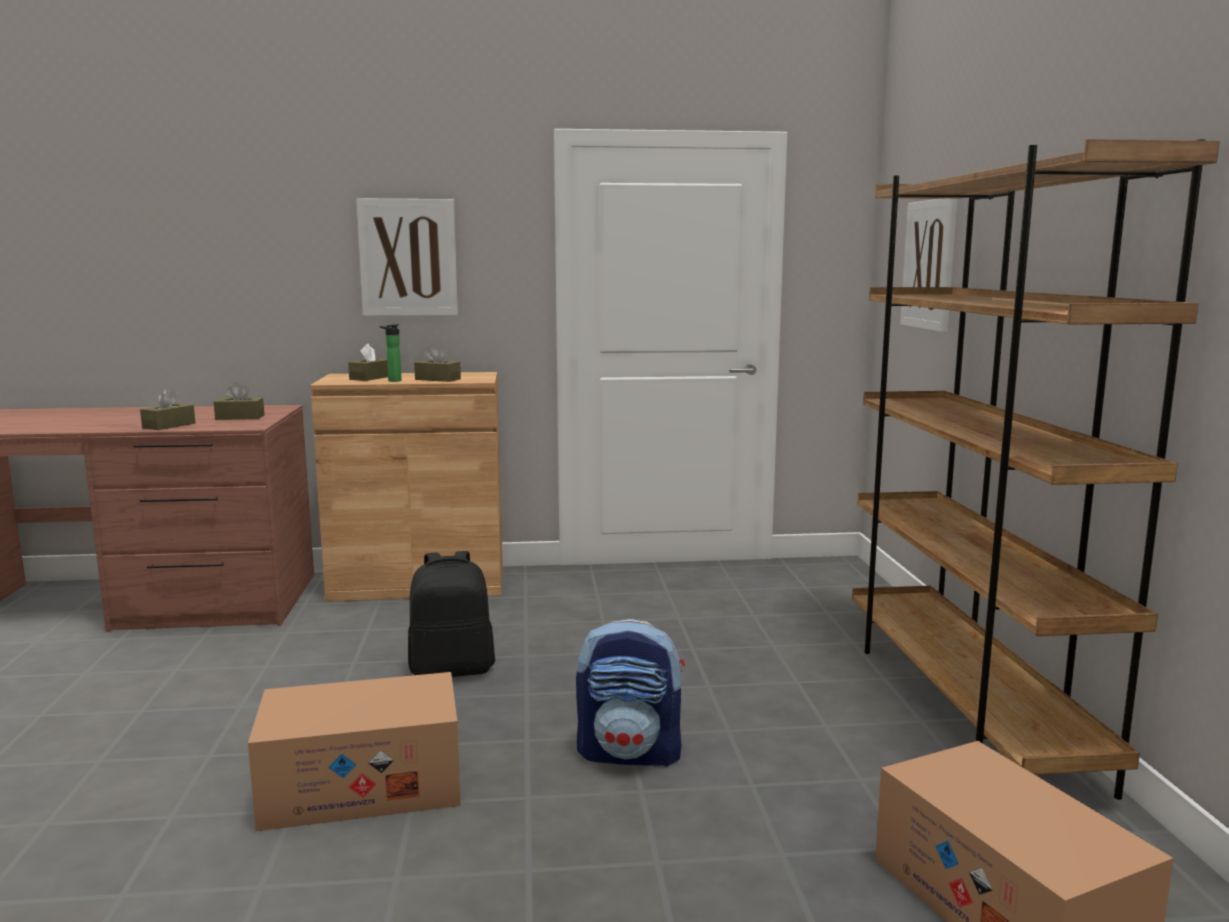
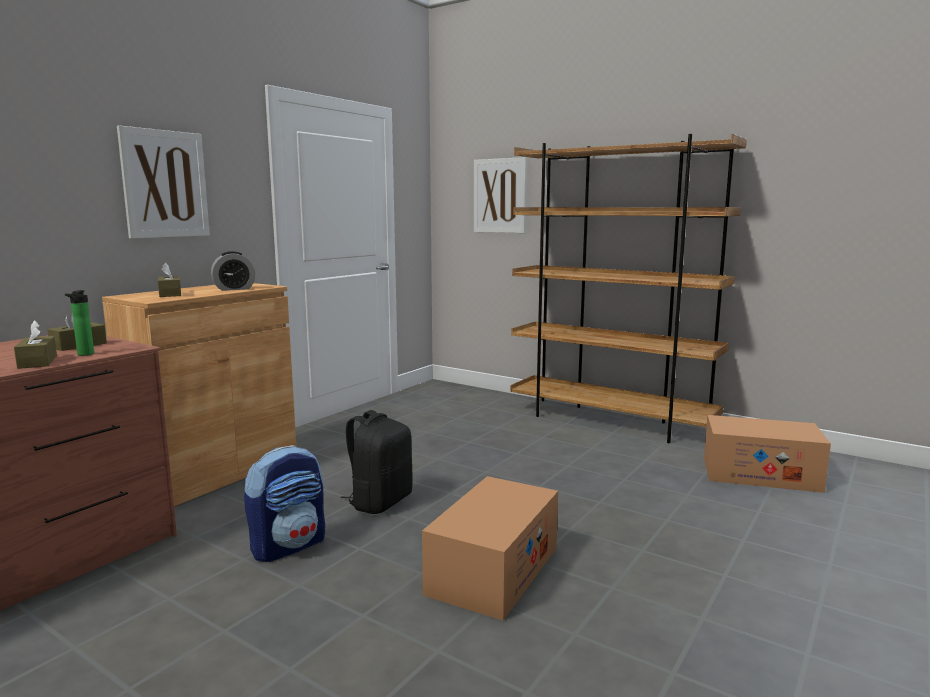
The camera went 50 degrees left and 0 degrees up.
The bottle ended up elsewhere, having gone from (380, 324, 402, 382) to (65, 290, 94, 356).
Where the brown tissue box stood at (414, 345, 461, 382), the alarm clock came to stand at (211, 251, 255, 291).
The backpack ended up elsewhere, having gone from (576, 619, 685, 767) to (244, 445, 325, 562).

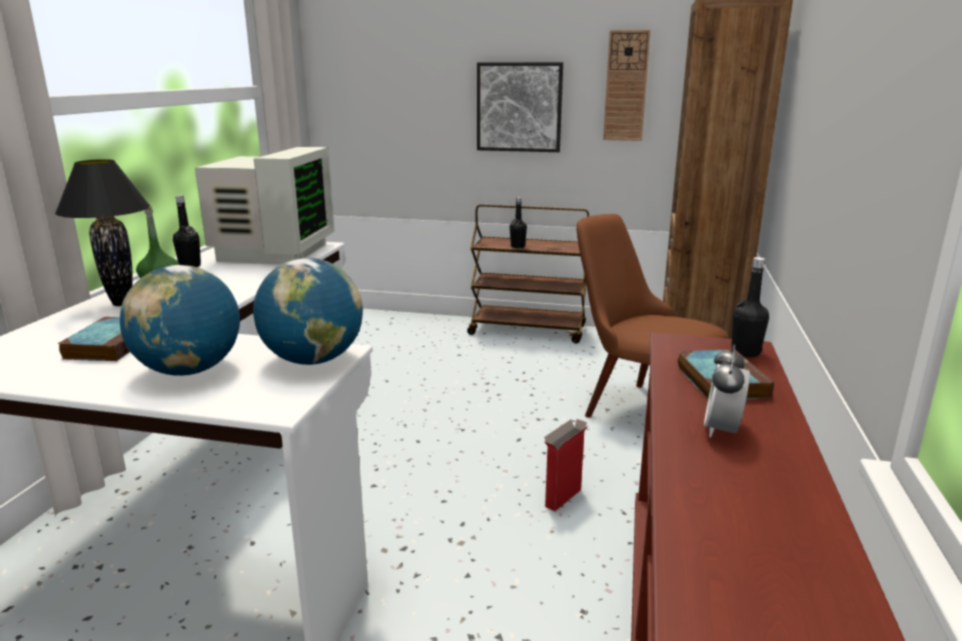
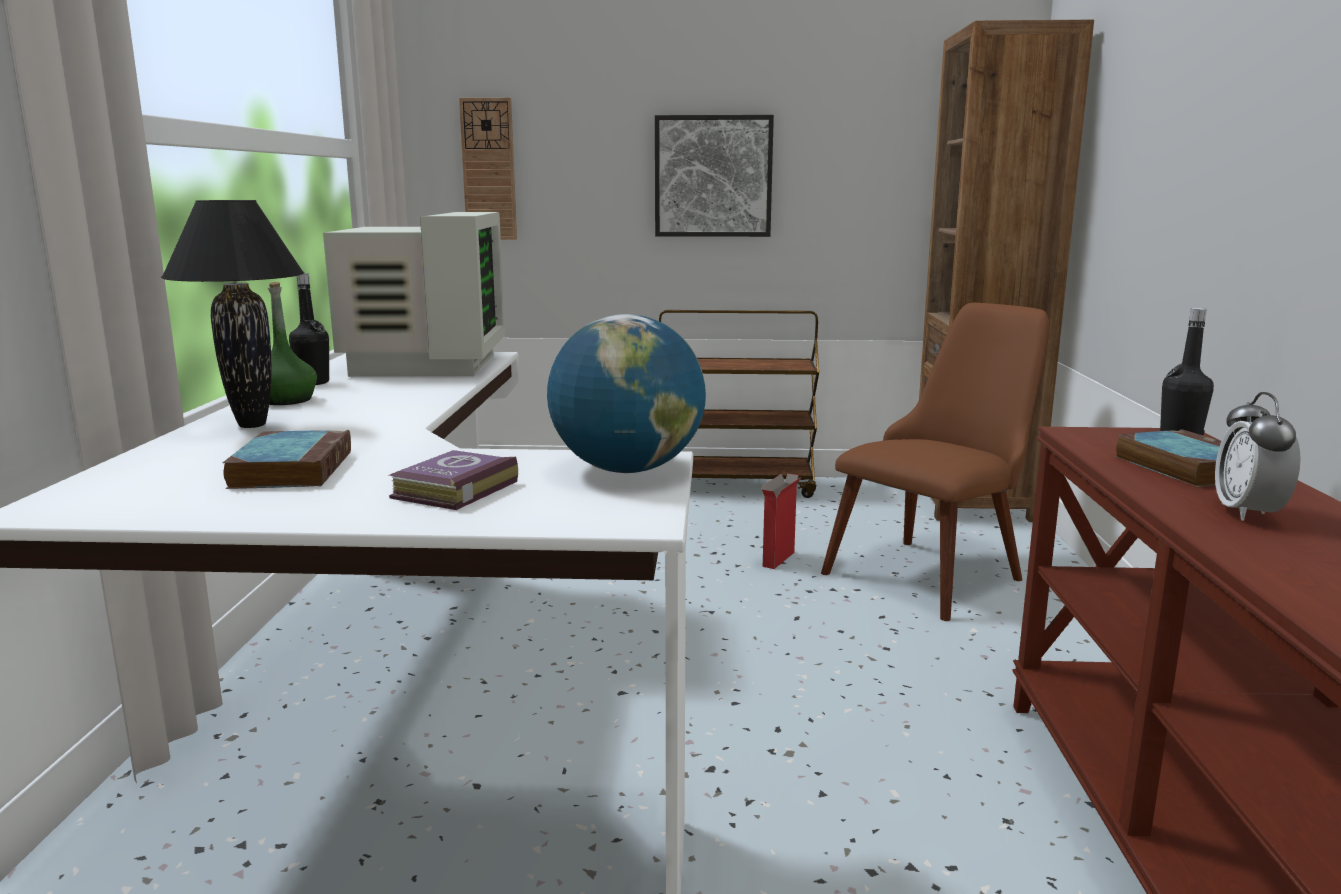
The camera went 10 degrees left and 5 degrees down.
The wall clock ended up elsewhere, having gone from (603, 30, 651, 141) to (459, 98, 517, 240).
The second view lost the black bottle at (510, 197, 527, 248).
The brown chair at (576, 214, 729, 418) ended up facing another way, 105 degrees clockwise from before.
Where the globe stood at (120, 265, 240, 376), the book came to stand at (389, 450, 518, 510).
The cardboard box ended up elsewhere, having gone from (544, 419, 589, 511) to (761, 473, 801, 569).

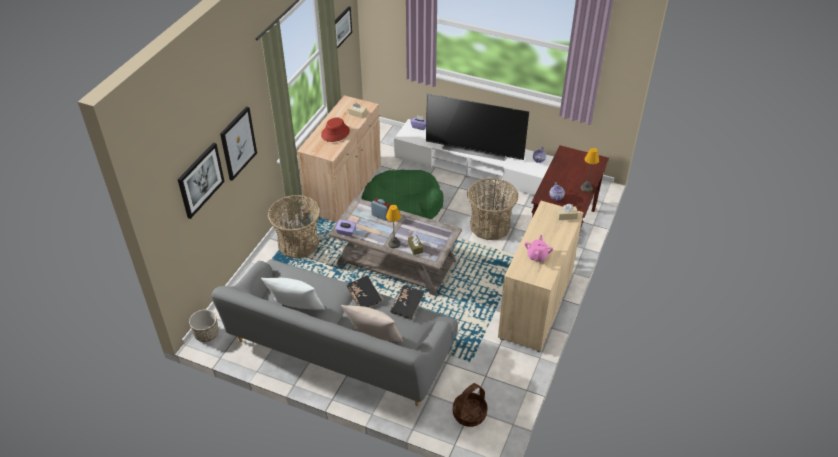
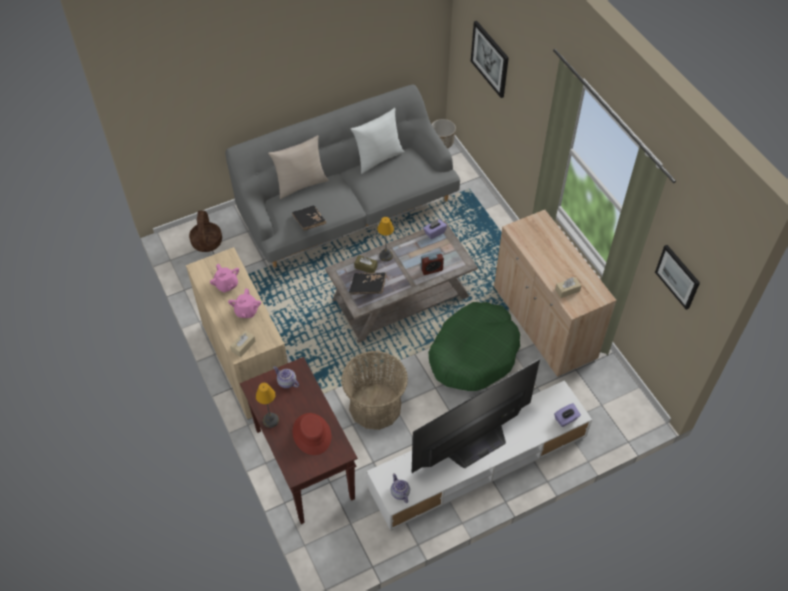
The camera went 130 degrees right and 10 degrees up.
The second view lost the picture at (220, 107, 257, 181).
The red hat ended up elsewhere, having gone from (321, 117, 350, 142) to (292, 413, 331, 455).
The second view lost the basket at (268, 195, 321, 259).
The black book ended up elsewhere, having gone from (346, 275, 382, 307) to (349, 272, 386, 295).
The second view gained the pink teapot at (228, 289, 261, 318).

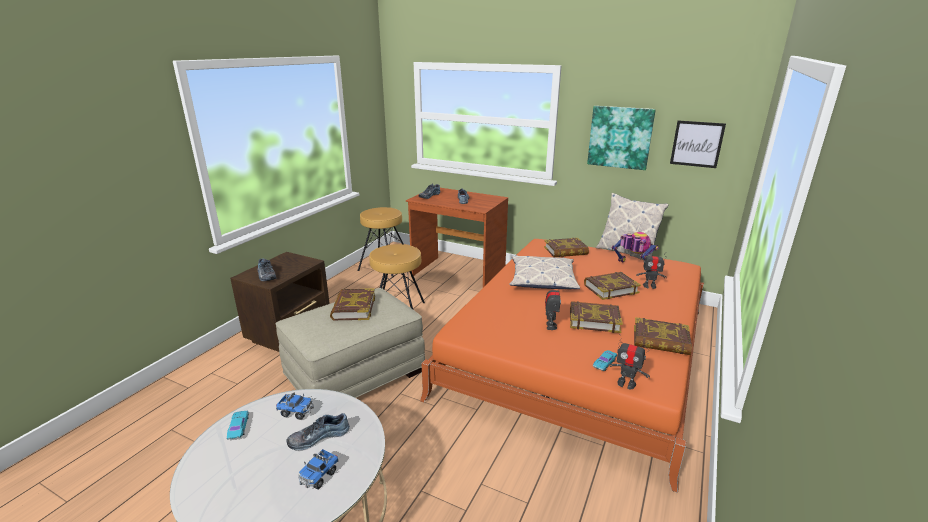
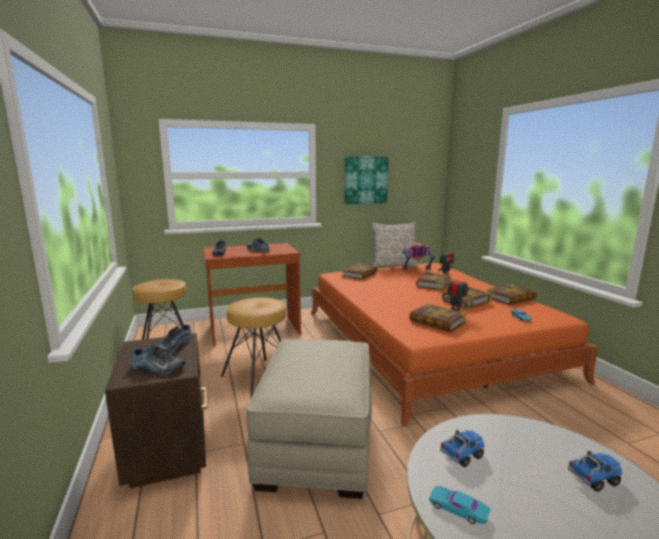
The camera went 45 degrees left and 10 degrees down.
The second view lost the picture at (670, 120, 726, 168).
The second view lost the pillow at (509, 255, 580, 289).
The book ended up elsewhere, having gone from (330, 288, 375, 320) to (409, 304, 467, 332).
The second view lost the toy robot at (608, 334, 650, 389).
The shoe ended up elsewhere, having gone from (286, 413, 350, 450) to (157, 324, 192, 355).
The toy truck at (298, 449, 339, 489) ended up facing another way, 90 degrees counterclockwise from before.

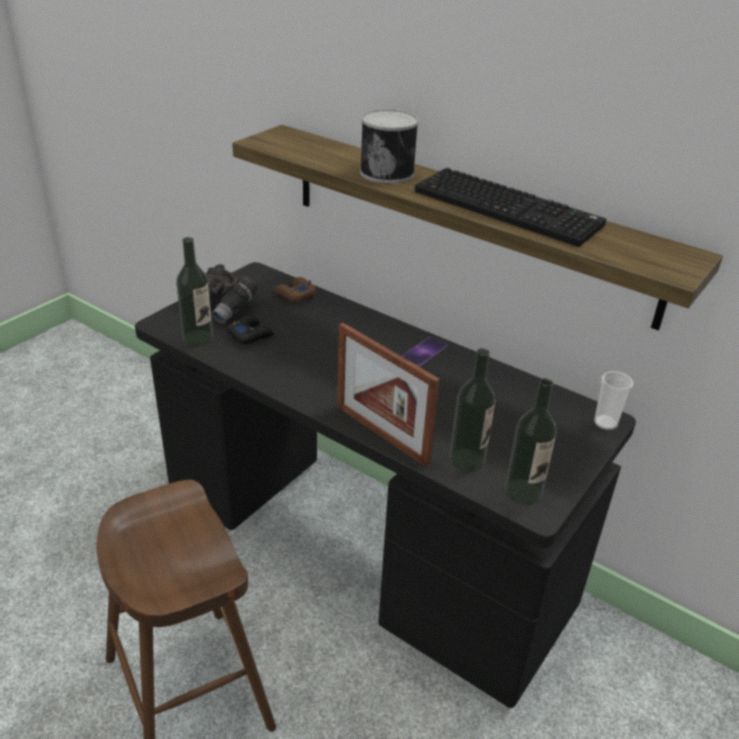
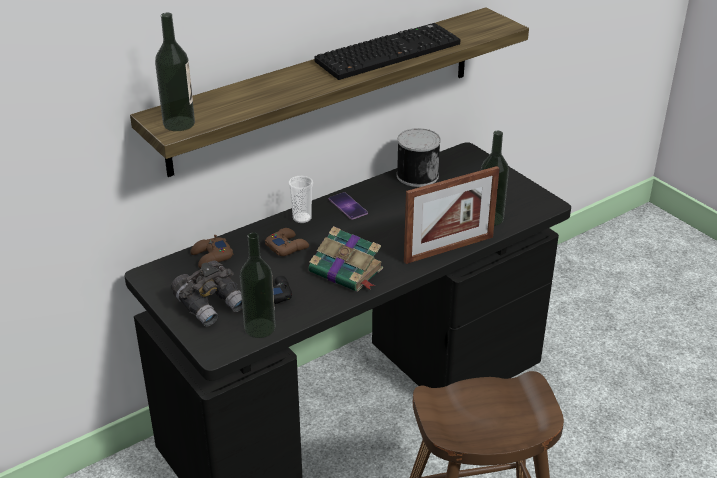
The camera went 70 degrees left and 0 degrees up.
The can ended up elsewhere, having gone from (360, 109, 419, 184) to (397, 128, 441, 187).
The cup ended up elsewhere, having gone from (594, 371, 634, 430) to (288, 176, 313, 223).
The bottle ended up elsewhere, having gone from (505, 378, 557, 505) to (155, 13, 195, 131).
The second view gained the book at (309, 226, 383, 292).
The second view gained the brown game controller at (265, 228, 309, 256).

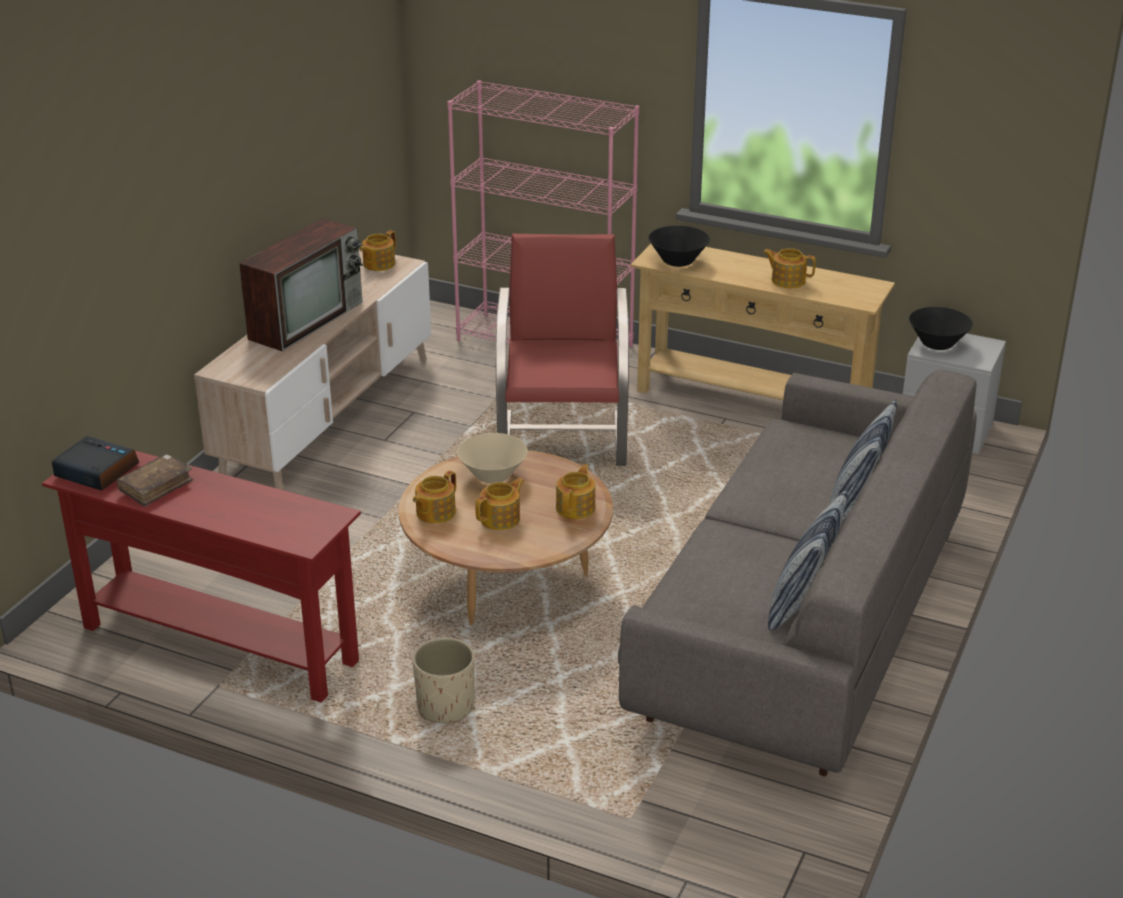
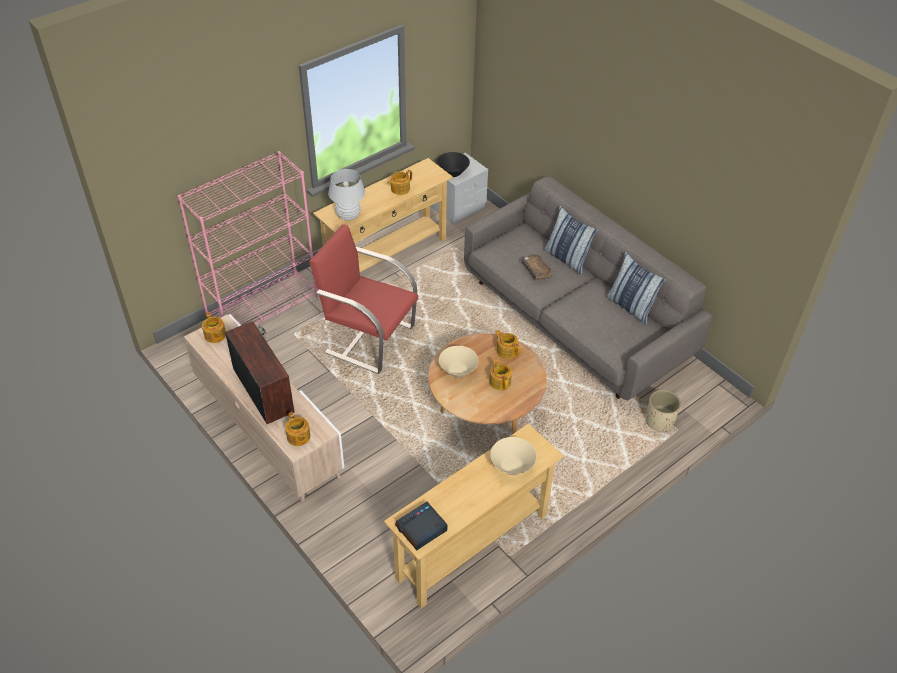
The camera went 65 degrees left and 15 degrees up.
Where the black bowl stood at (649, 226, 710, 267), the white table lamp came to stand at (328, 169, 365, 221).
What was the red console table at (42, 451, 361, 703) turned into the beige console table at (384, 424, 564, 608).
The brown book ended up elsewhere, having gone from (117, 454, 193, 507) to (522, 254, 553, 280).
The teapot ended up elsewhere, having gone from (413, 471, 456, 524) to (285, 412, 311, 446).
The beige planter ended up elsewhere, having gone from (412, 638, 475, 724) to (646, 390, 681, 432).
The second view gained the beige bowl at (490, 437, 536, 475).

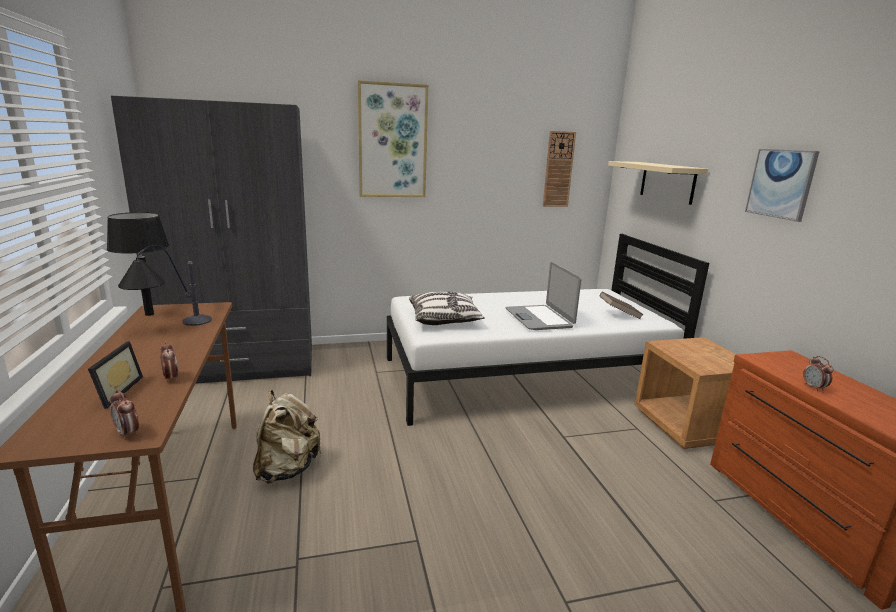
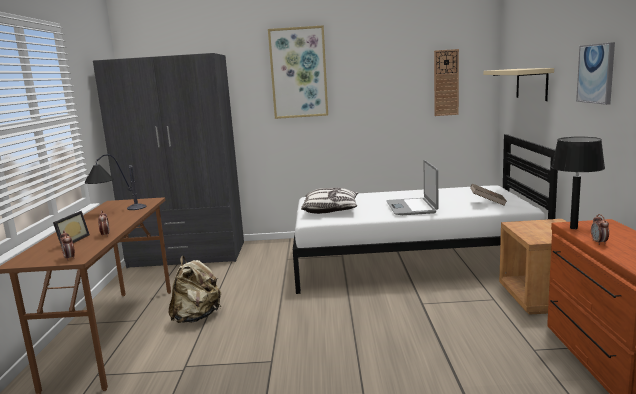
The camera went 15 degrees right and 5 degrees down.
The black table lamp ended up elsewhere, having gone from (107, 212, 169, 316) to (551, 137, 605, 229).

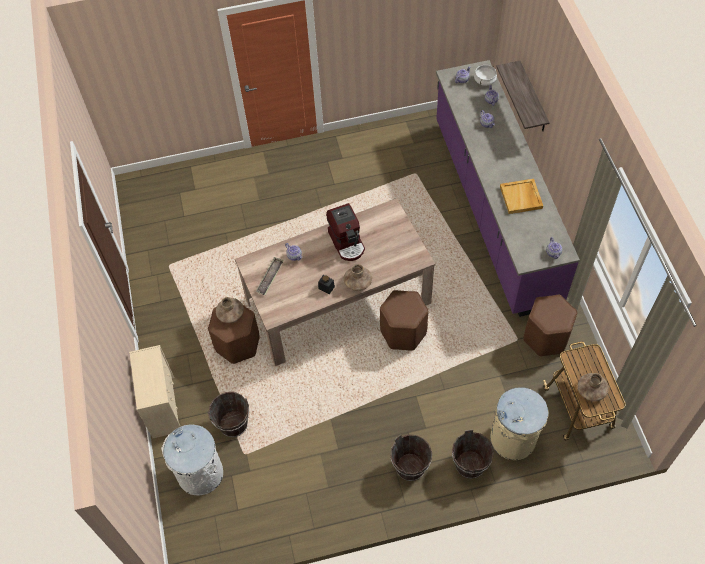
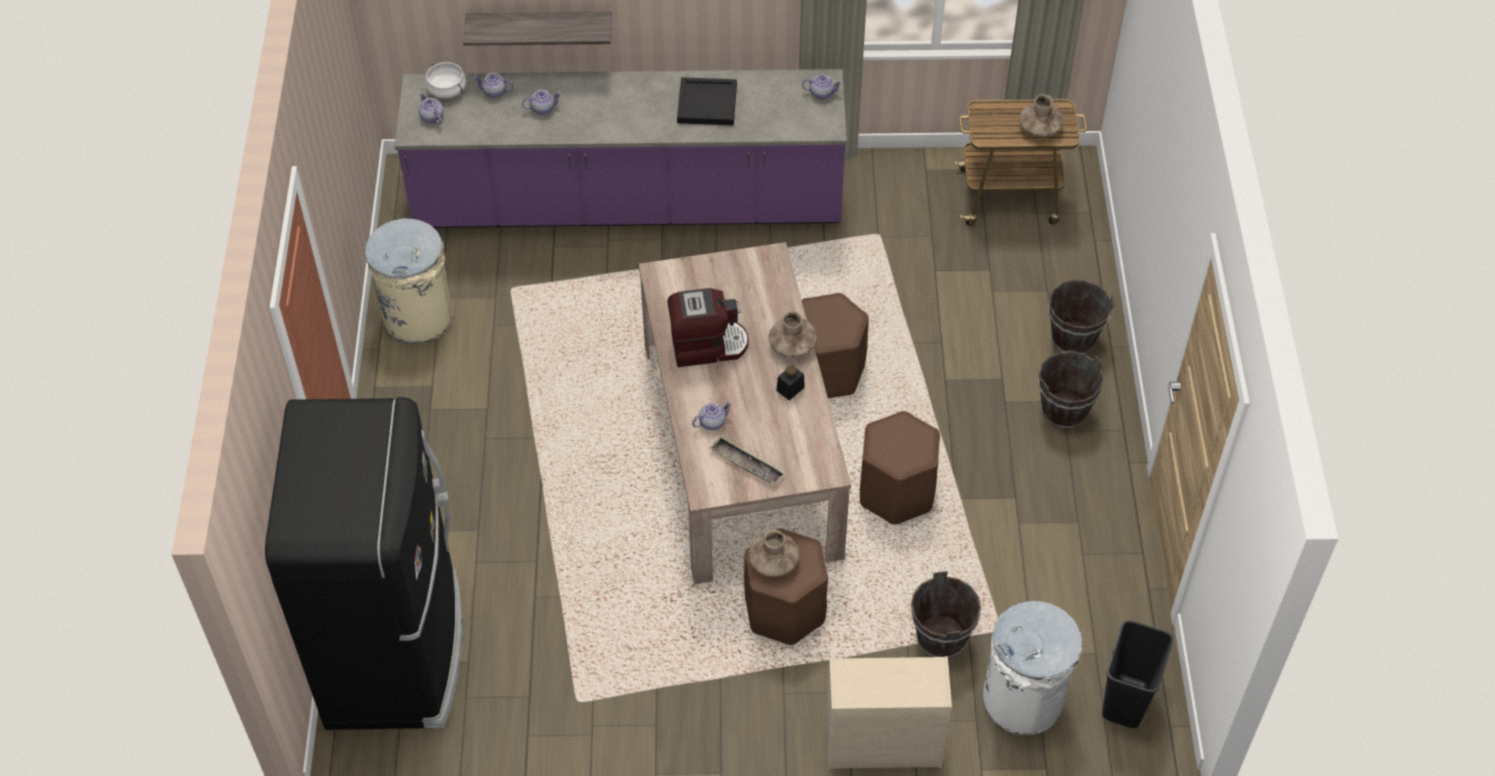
The camera went 80 degrees left and 5 degrees down.
What was the beige tray at (500, 179, 543, 214) turned into the black tray at (677, 77, 737, 125).
The brown stool ended up elsewhere, having gone from (523, 295, 577, 356) to (860, 411, 940, 525).
The beige trash can ended up elsewhere, having gone from (490, 387, 549, 460) to (365, 218, 453, 344).
The second view gained the black fridge at (265, 397, 463, 730).
The second view gained the black trash can at (1102, 620, 1173, 728).

